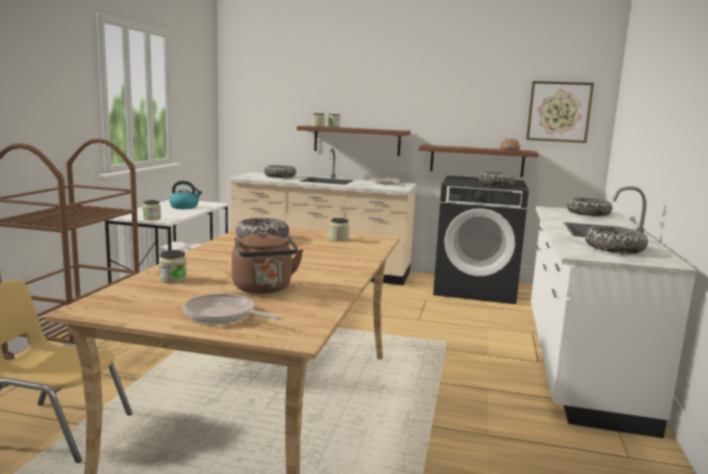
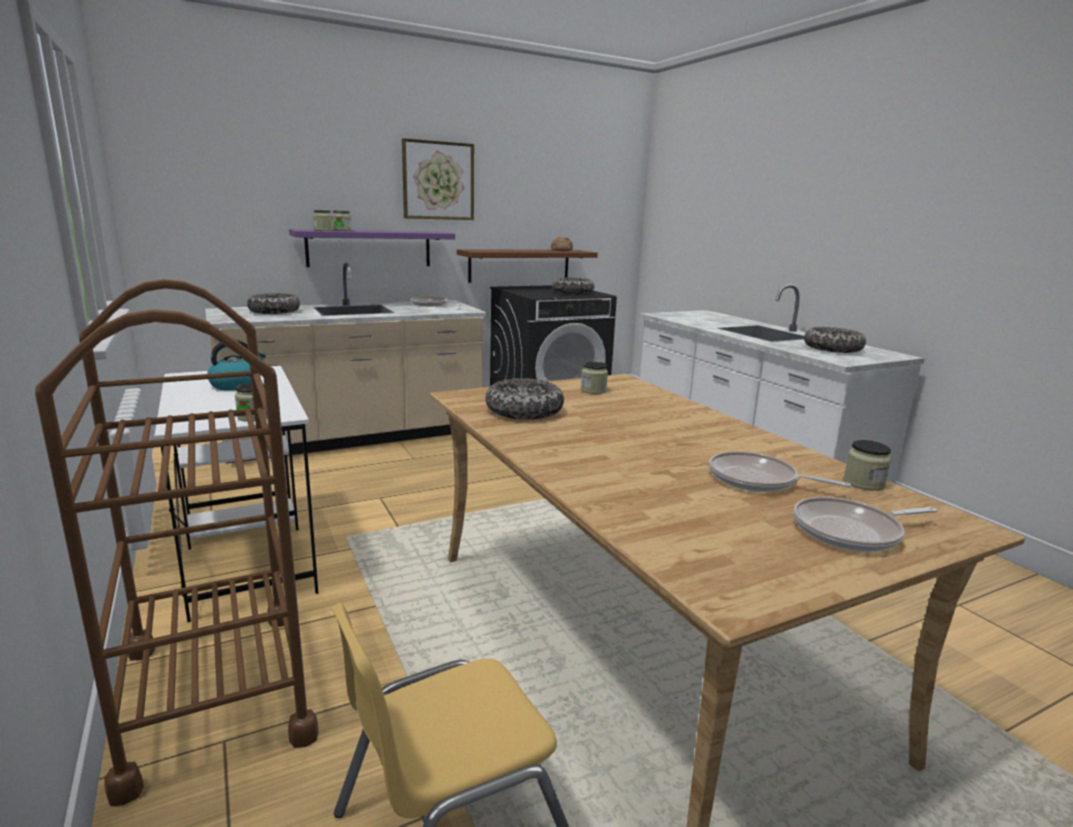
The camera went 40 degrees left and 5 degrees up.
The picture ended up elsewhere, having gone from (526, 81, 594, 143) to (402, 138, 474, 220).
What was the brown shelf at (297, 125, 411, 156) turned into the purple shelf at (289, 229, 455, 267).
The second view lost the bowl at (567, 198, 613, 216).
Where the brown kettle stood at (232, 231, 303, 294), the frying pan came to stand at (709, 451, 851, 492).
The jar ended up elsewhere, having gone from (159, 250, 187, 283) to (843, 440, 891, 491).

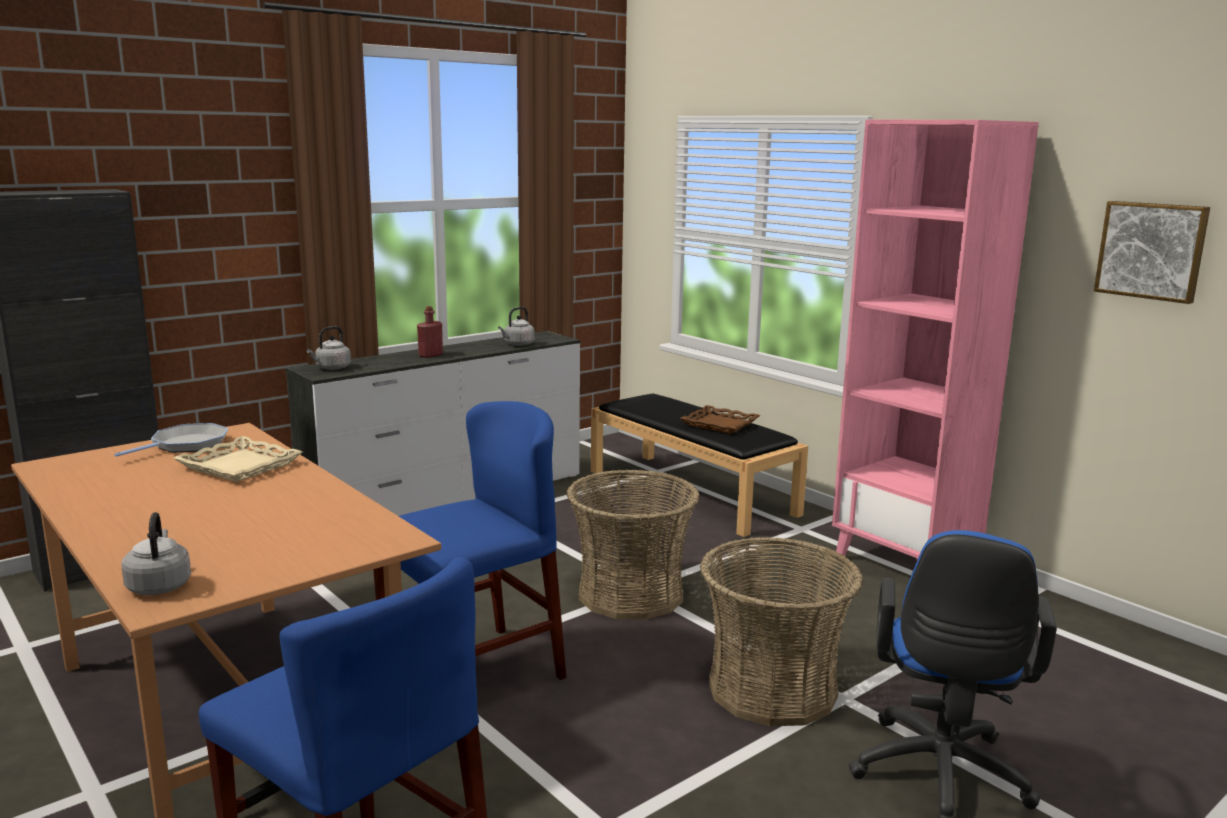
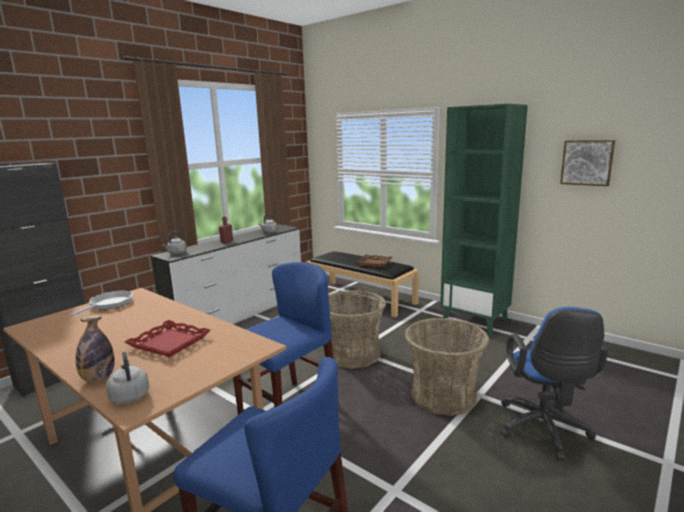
The camera went 10 degrees left and 0 degrees up.
What was the pink bookcase at (832, 120, 1039, 560) turned into the green bookcase at (440, 104, 528, 336).
The second view lost the beige tray at (174, 436, 302, 482).
The second view gained the bottle at (76, 315, 115, 382).
The second view gained the red tray at (125, 320, 210, 357).

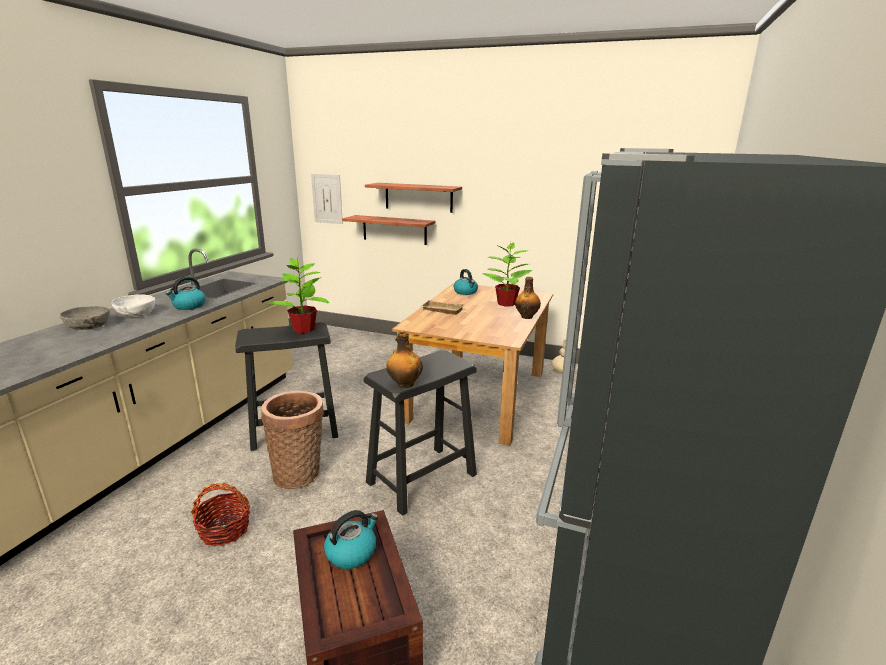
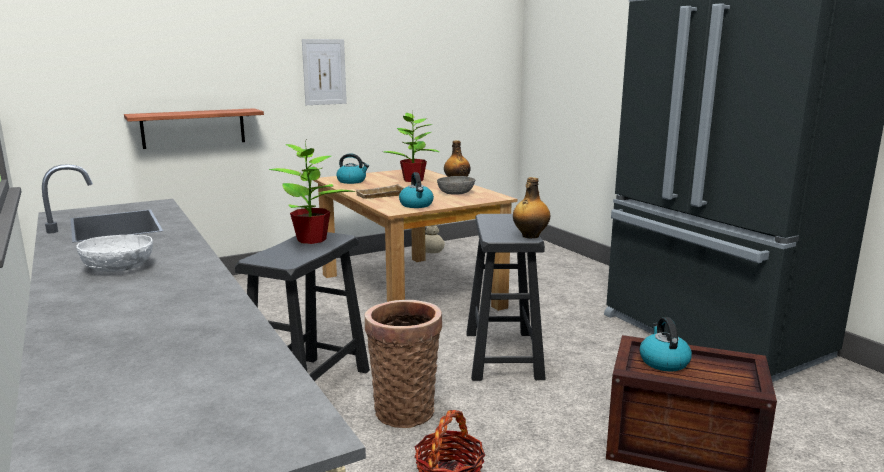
The camera went 50 degrees left and 5 degrees down.
The picture ended up elsewhere, having gone from (311, 174, 343, 224) to (302, 39, 347, 105).
The second view lost the shelf at (365, 183, 462, 213).
The kettle ended up elsewhere, having gone from (166, 277, 206, 310) to (399, 172, 434, 208).
The grey bowl ended up elsewhere, having gone from (60, 306, 110, 330) to (437, 176, 475, 195).

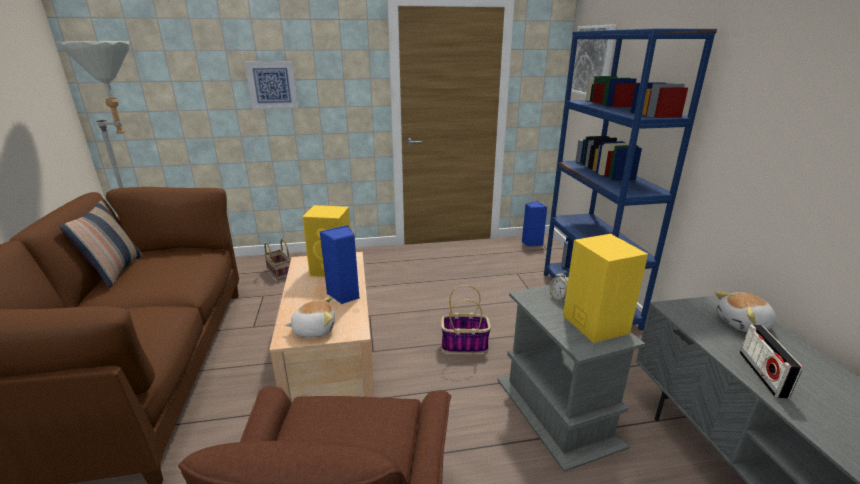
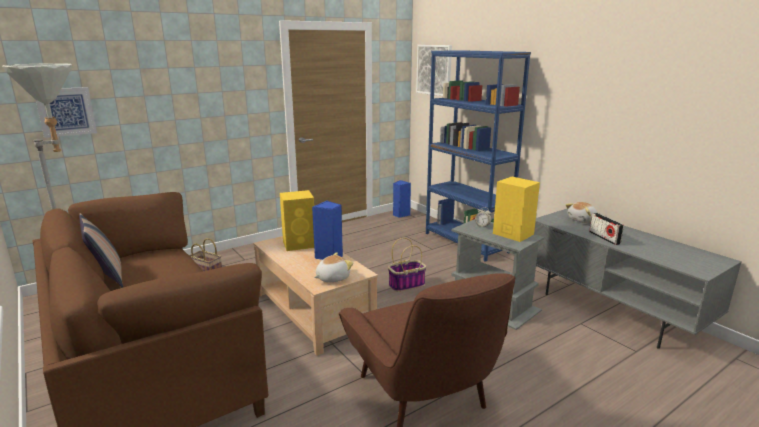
The camera went 25 degrees left and 5 degrees down.
The picture ended up elsewhere, having gone from (244, 61, 298, 109) to (36, 87, 97, 138).

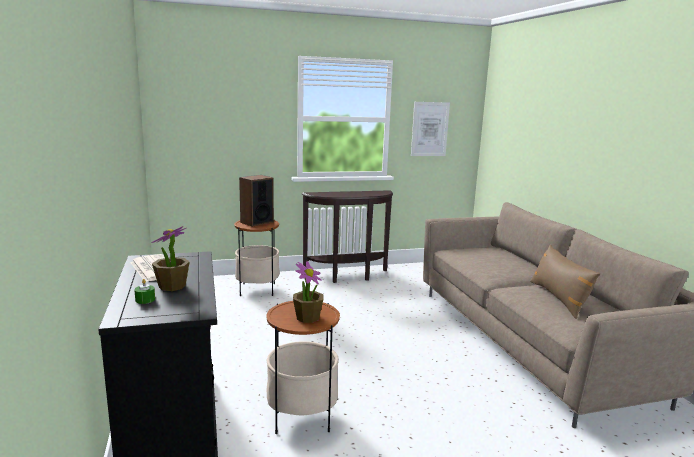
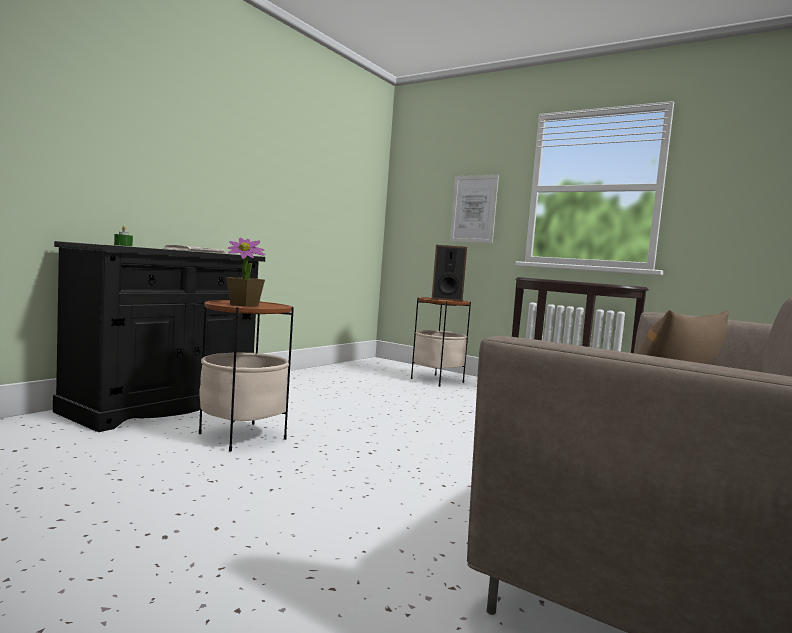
The camera went 50 degrees right and 10 degrees down.
The picture ended up elsewhere, having gone from (411, 102, 450, 156) to (450, 175, 499, 243).
The second view lost the potted plant at (152, 227, 190, 291).

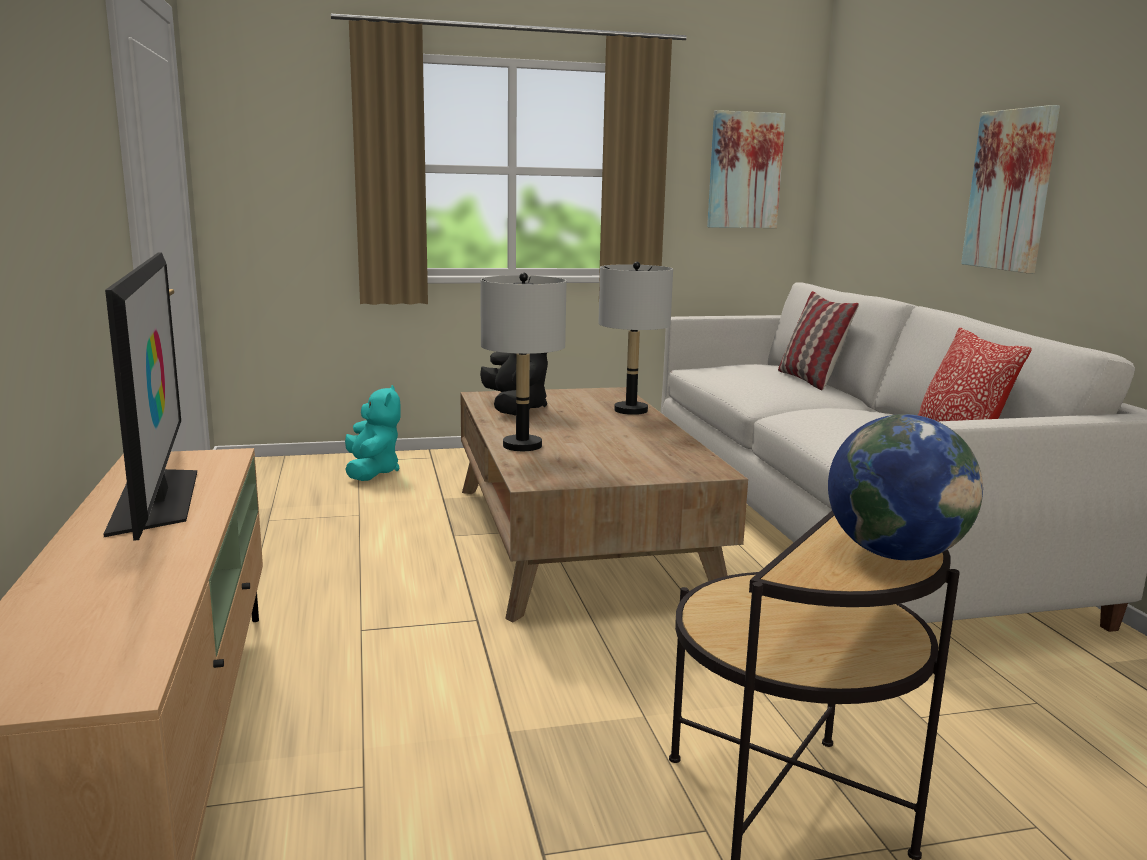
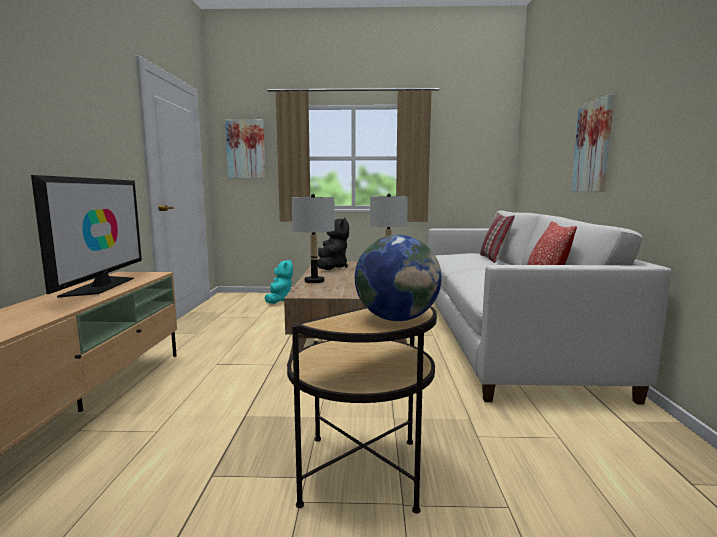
The camera went 15 degrees right and 5 degrees down.
The picture ended up elsewhere, having gone from (707, 110, 786, 228) to (225, 119, 266, 178).

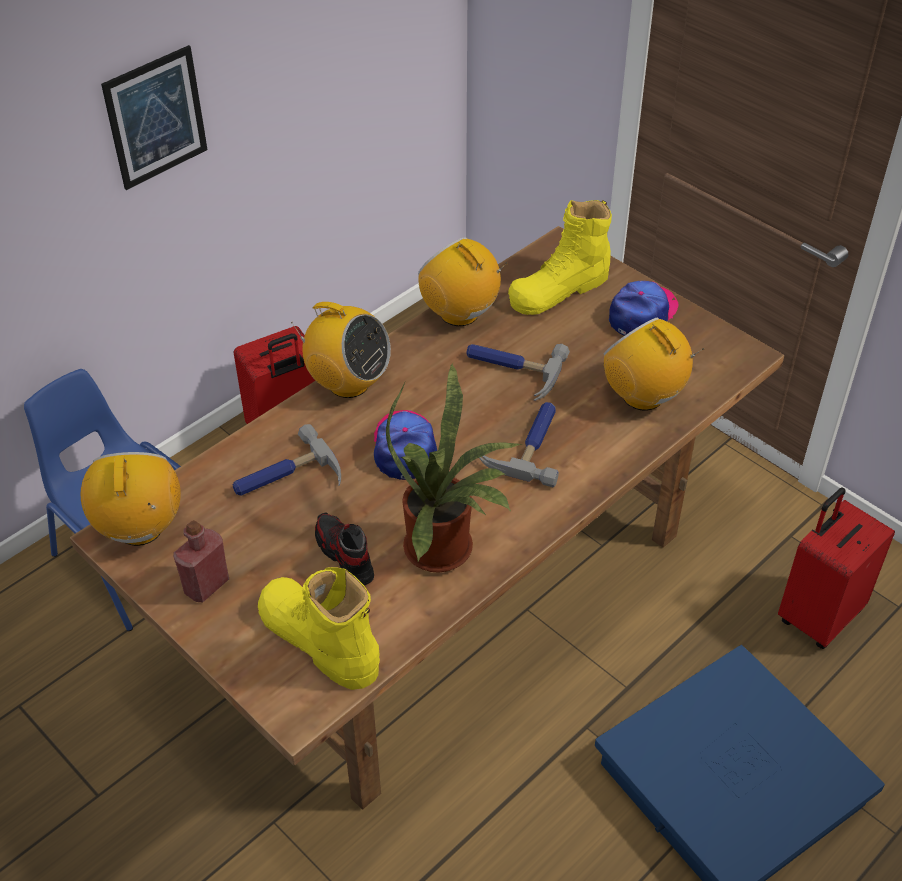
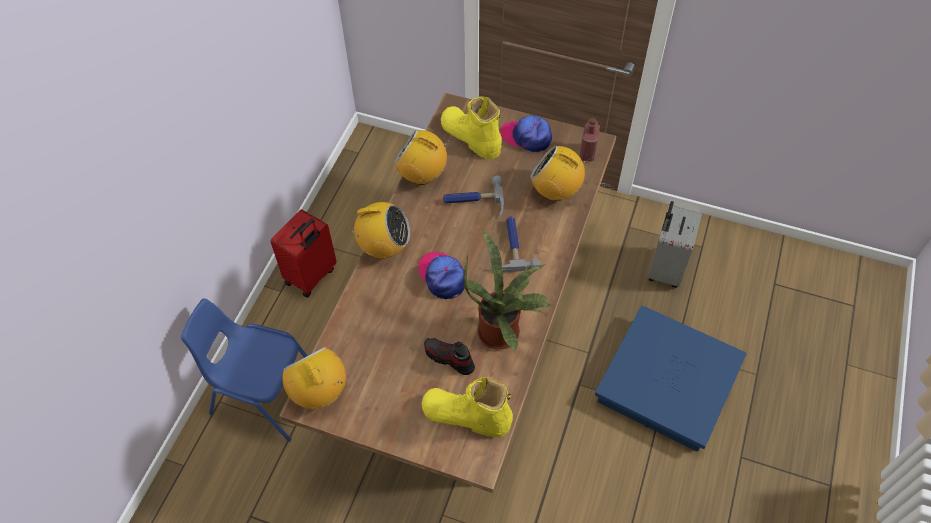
The camera went 25 degrees left and 10 degrees up.
The second view lost the picture at (101, 45, 208, 190).
The yellow boot at (508, 200, 612, 315) ended up facing another way, 105 degrees clockwise from before.
The cap at (609, 281, 678, 336) ended up facing another way, 75 degrees counterclockwise from before.
The second view lost the hammer at (233, 424, 341, 496).
What was the red suitcase at (778, 487, 895, 649) turned into the grey suitcase at (648, 201, 702, 288).
The red bottle ended up elsewhere, having gone from (173, 520, 229, 602) to (579, 118, 600, 162).

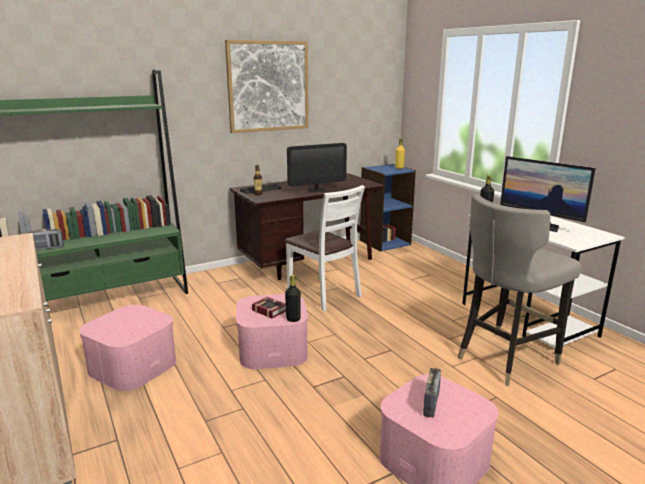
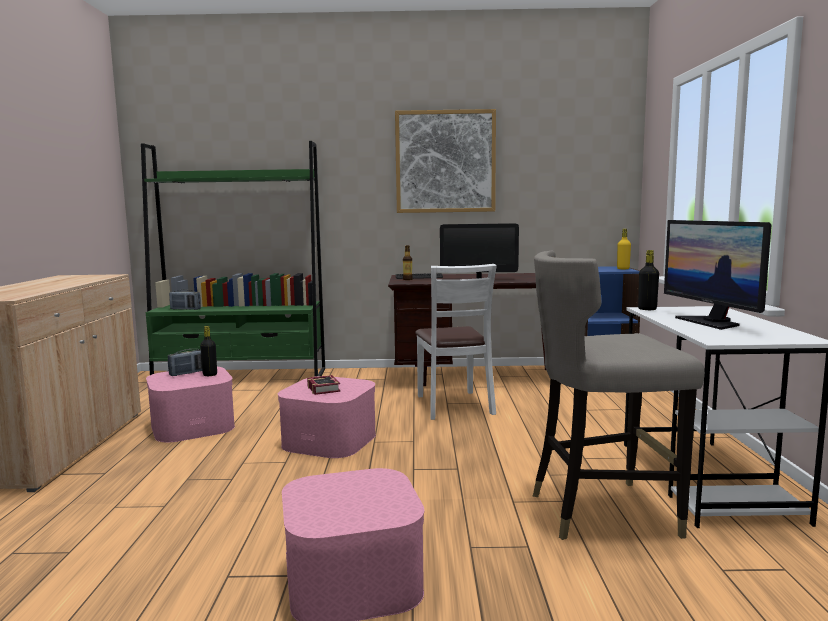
The camera went 30 degrees right and 10 degrees down.
The black bottle ended up elsewhere, having gone from (285, 275, 301, 322) to (200, 326, 217, 376).
The radio ended up elsewhere, having gone from (423, 368, 441, 417) to (168, 349, 202, 376).

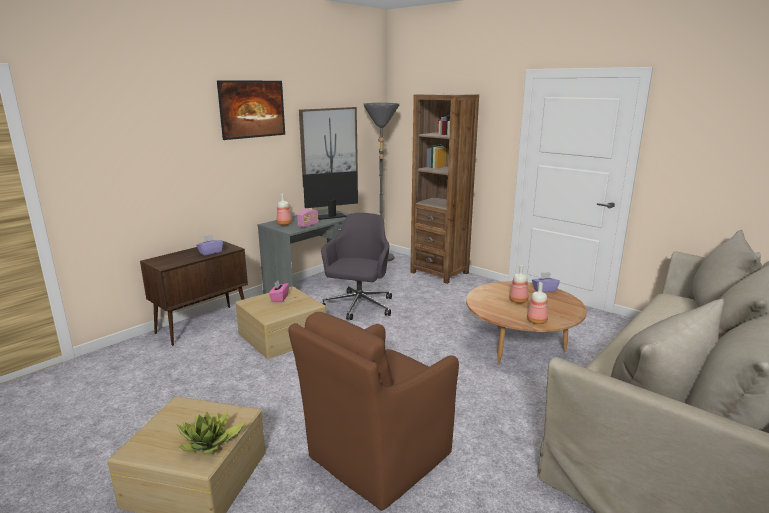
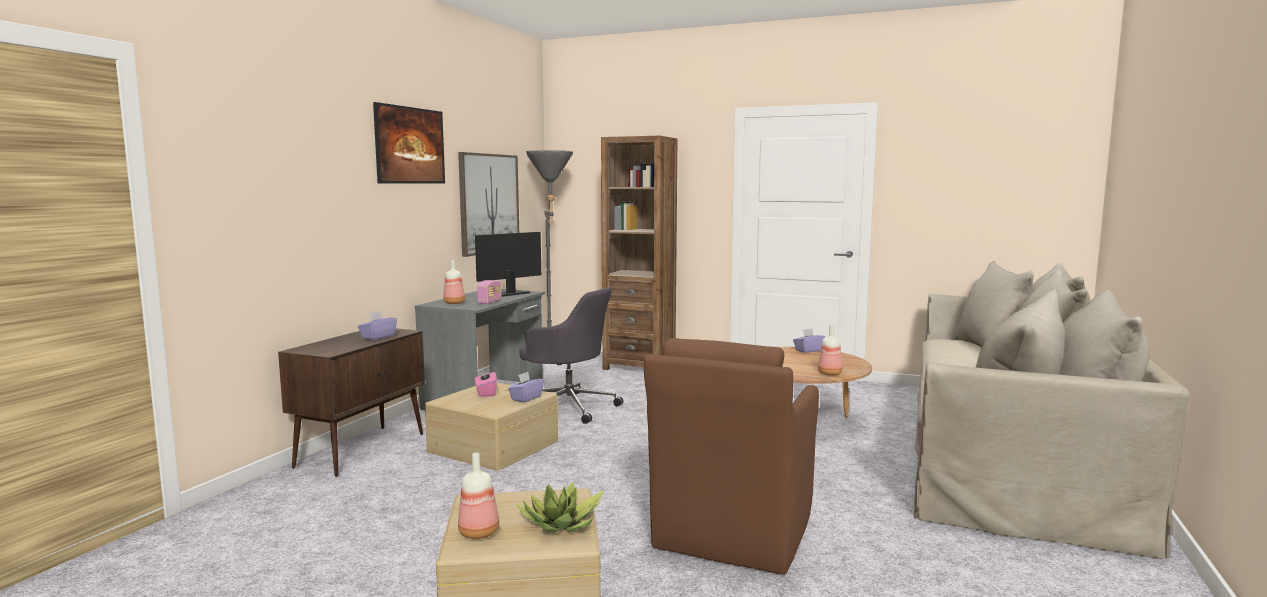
The camera went 20 degrees left and 10 degrees down.
The grey office chair at (320, 213, 392, 320) ended up facing another way, 120 degrees clockwise from before.
The bottle ended up elsewhere, having gone from (509, 265, 528, 303) to (458, 453, 499, 539).
The second view gained the purple tissue box at (508, 372, 544, 403).

